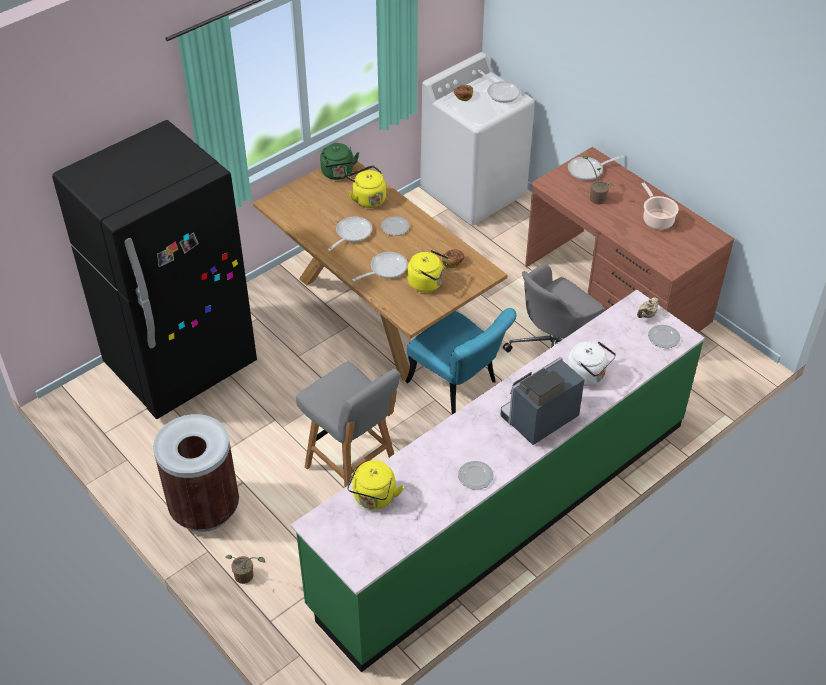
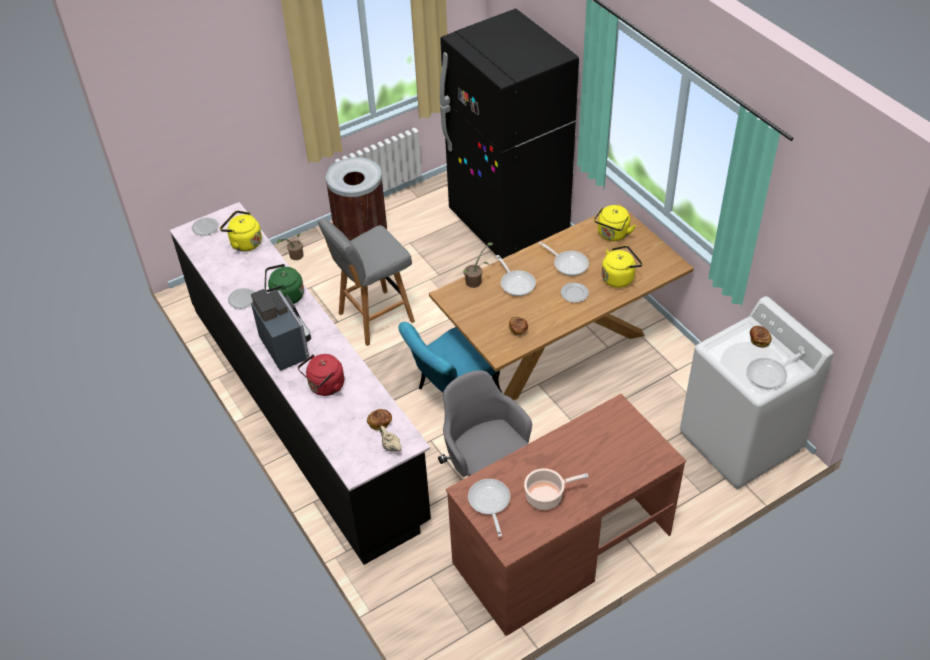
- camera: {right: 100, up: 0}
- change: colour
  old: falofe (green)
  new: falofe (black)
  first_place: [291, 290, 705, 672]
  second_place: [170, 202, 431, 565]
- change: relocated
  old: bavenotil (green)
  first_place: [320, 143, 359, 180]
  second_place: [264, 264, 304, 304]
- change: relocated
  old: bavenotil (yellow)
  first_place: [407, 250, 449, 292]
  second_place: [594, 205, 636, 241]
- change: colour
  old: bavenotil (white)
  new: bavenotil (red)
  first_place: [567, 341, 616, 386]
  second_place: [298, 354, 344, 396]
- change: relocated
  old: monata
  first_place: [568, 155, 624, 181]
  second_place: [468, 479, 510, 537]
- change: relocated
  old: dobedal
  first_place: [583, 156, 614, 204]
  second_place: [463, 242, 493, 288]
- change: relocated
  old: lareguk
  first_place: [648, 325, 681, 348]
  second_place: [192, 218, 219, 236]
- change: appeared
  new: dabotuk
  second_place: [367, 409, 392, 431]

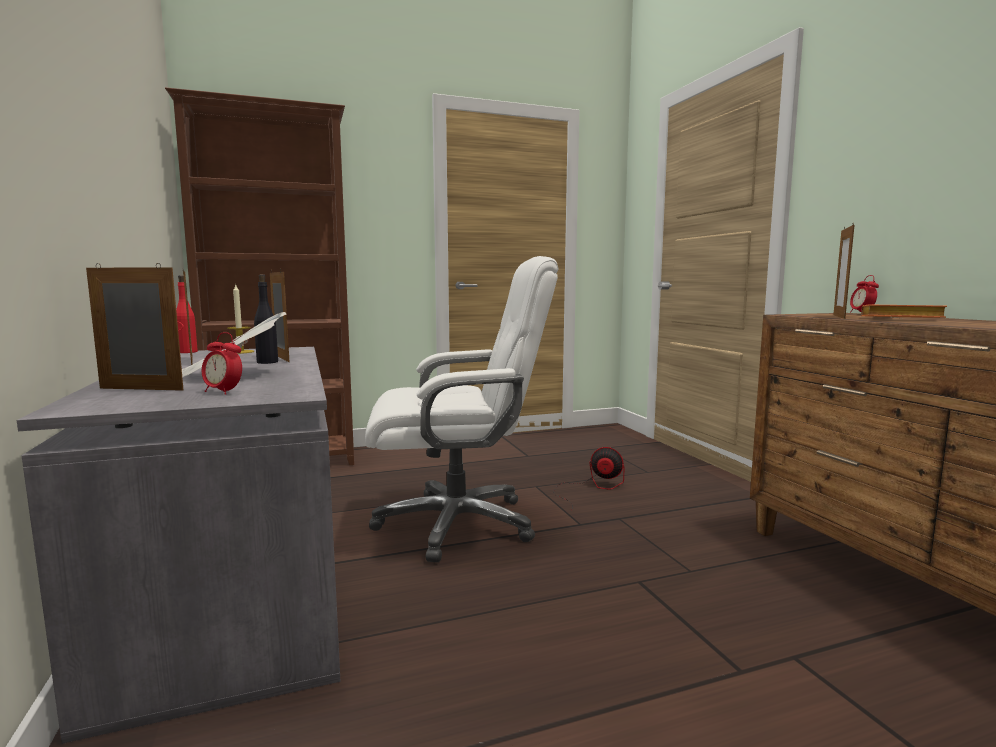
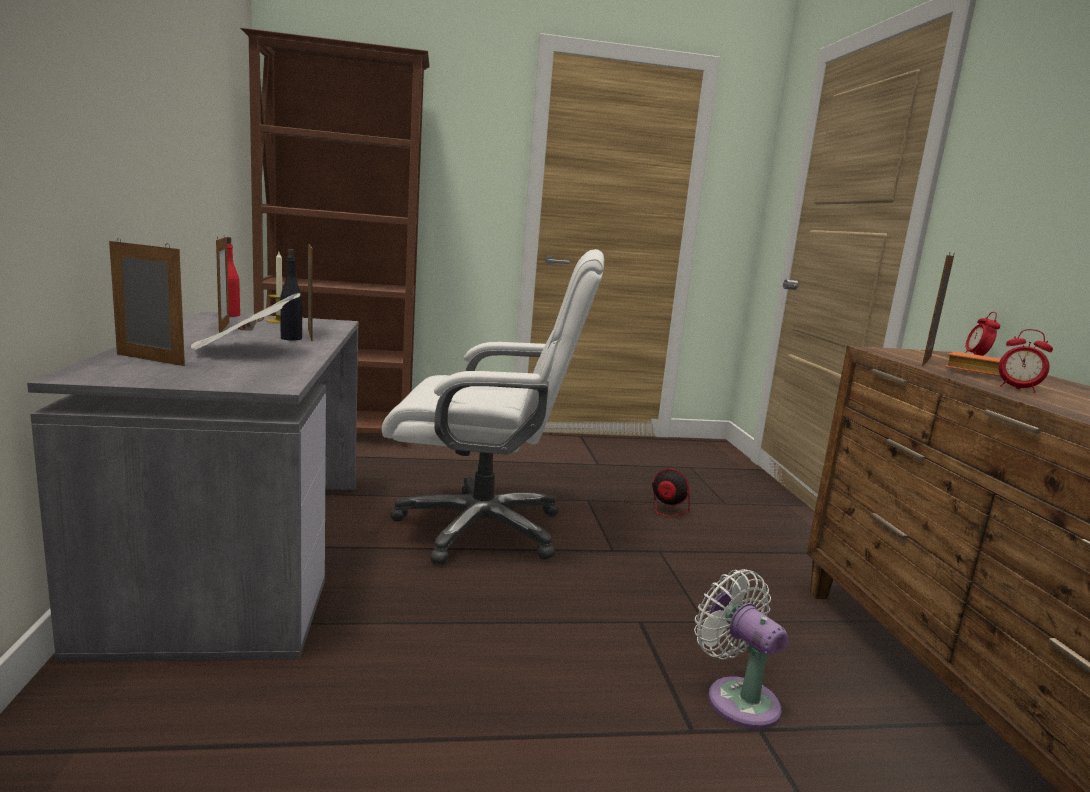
- camera: {right: 10, up: 5}
- change: relocated
  old: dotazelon
  first_place: [202, 332, 242, 395]
  second_place: [998, 329, 1053, 393]
- change: appeared
  new: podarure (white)
  second_place: [694, 569, 788, 729]

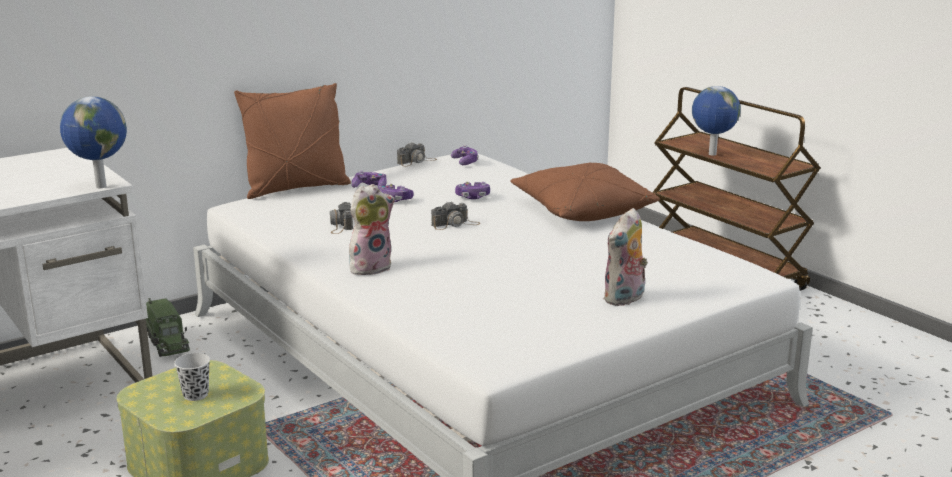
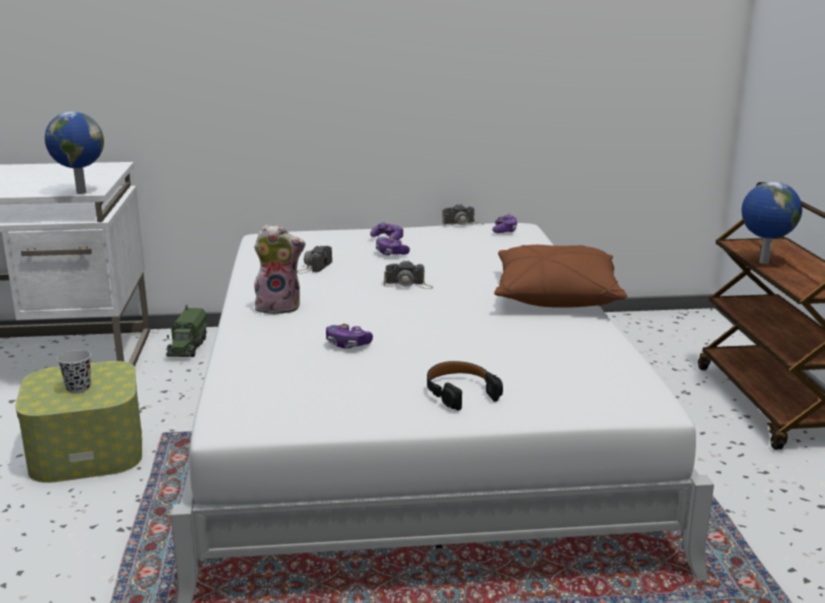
- camera: {right: 30, up: 0}
- change: missing
  old: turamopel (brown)
  first_place: [234, 83, 351, 199]
- change: relocated
  old: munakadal
  first_place: [455, 182, 490, 199]
  second_place: [326, 323, 373, 348]
- change: exchanged
  old: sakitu
  new: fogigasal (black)
  first_place: [603, 208, 648, 306]
  second_place: [427, 361, 503, 411]

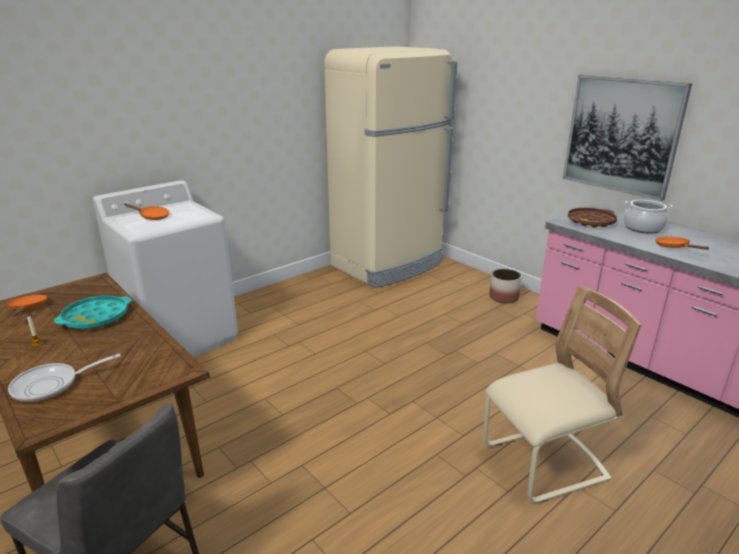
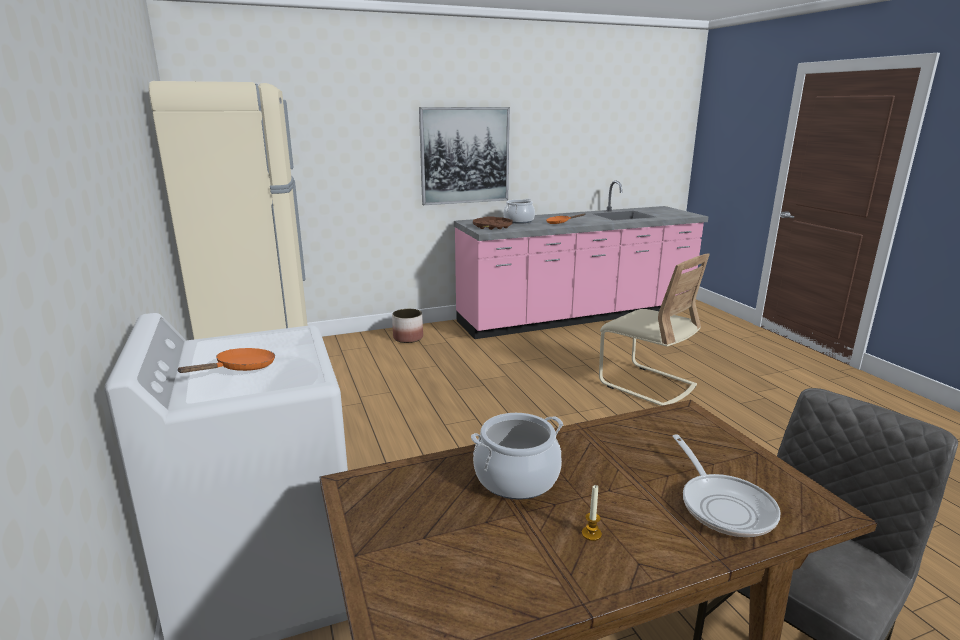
- camera: {right: -70, up: -5}
- change: missing
  old: monata (orange)
  first_place: [7, 295, 48, 316]
- change: exchanged
  old: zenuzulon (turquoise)
  new: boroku
  first_place: [54, 295, 132, 330]
  second_place: [471, 413, 563, 500]
- change: spun
  old: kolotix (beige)
  first_place: [483, 286, 641, 503]
  second_place: [599, 253, 710, 406]
  degrees: 135

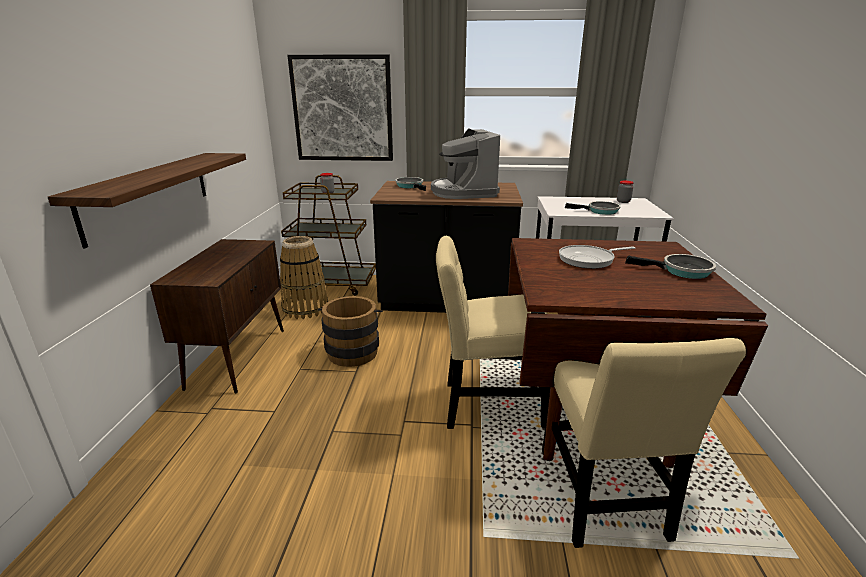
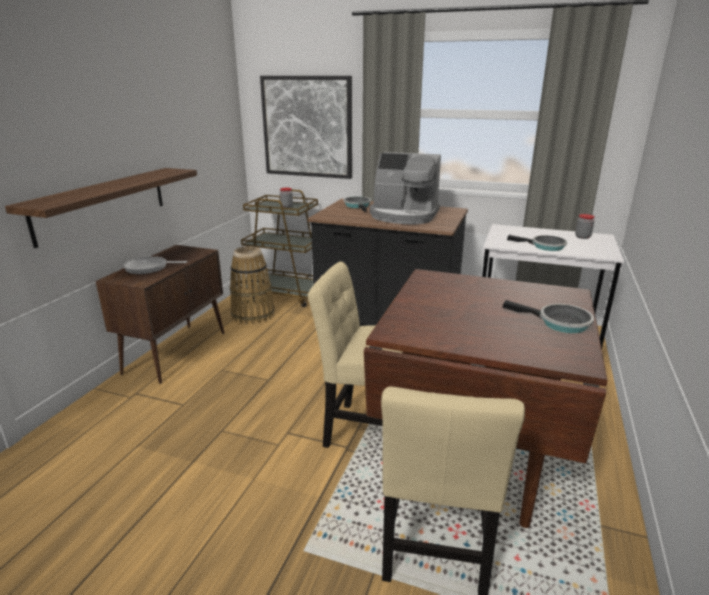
- camera: {right: 15, up: 0}
- change: missing
  old: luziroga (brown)
  first_place: [318, 296, 383, 367]
- change: spun
  old: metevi
  first_place: [431, 129, 500, 199]
  second_place: [370, 152, 441, 225]
  degrees: -75
- change: relocated
  old: monata
  first_place: [559, 245, 635, 269]
  second_place: [124, 256, 187, 274]

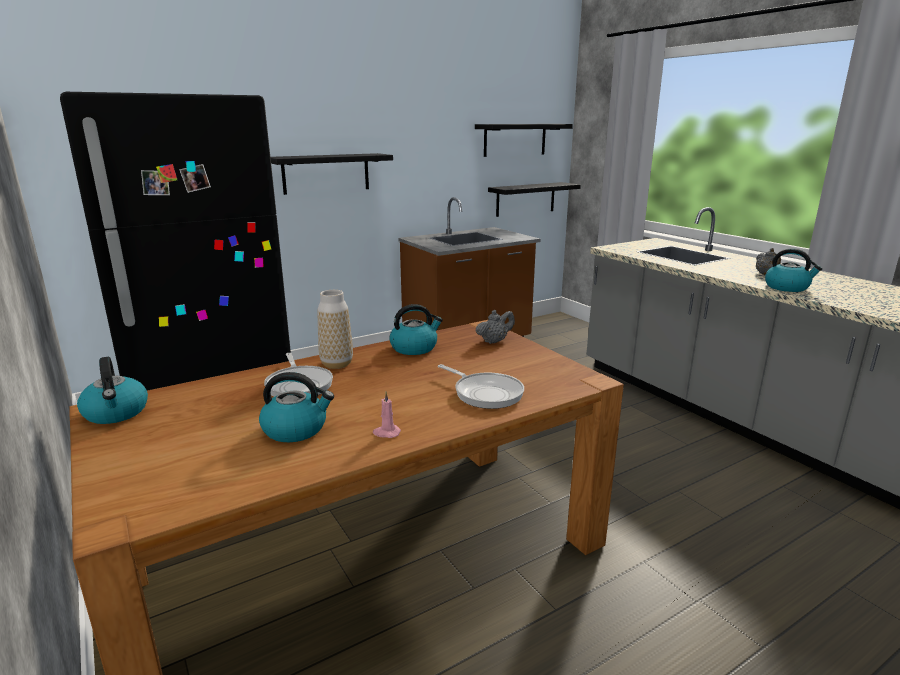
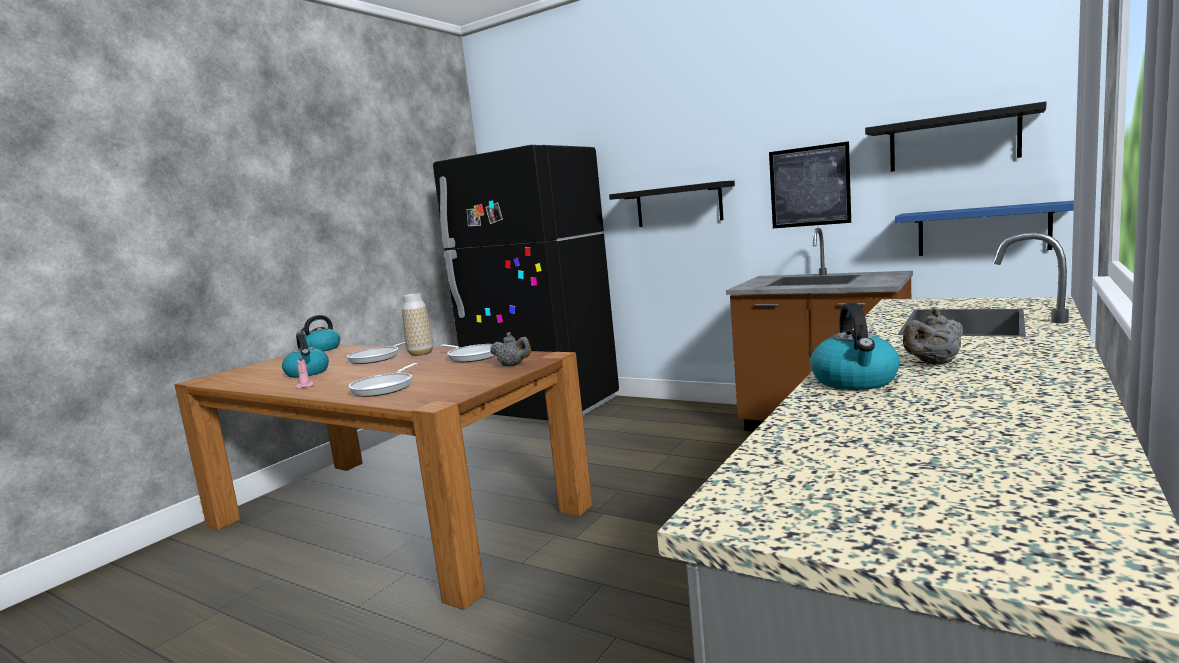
- camera: {right: 65, up: -10}
- change: exchanged
  old: bavenotil
  new: monata
  first_place: [389, 304, 443, 355]
  second_place: [440, 344, 496, 362]
- change: colour
  old: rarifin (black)
  new: rarifin (blue)
  first_place: [488, 182, 581, 217]
  second_place: [895, 201, 1074, 256]
- change: appeared
  new: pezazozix
  second_place: [769, 141, 851, 228]

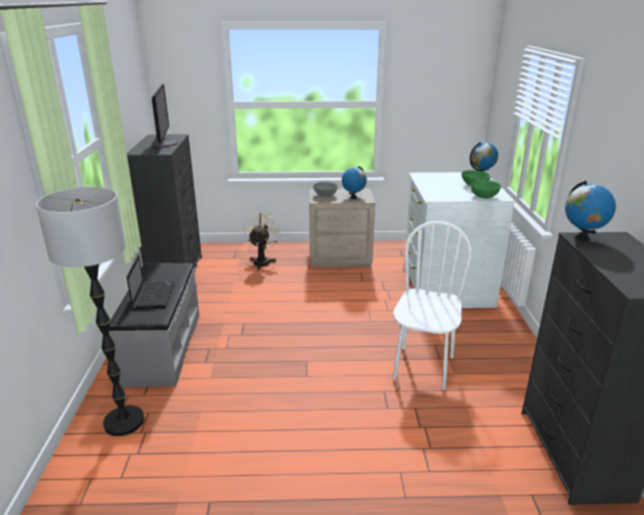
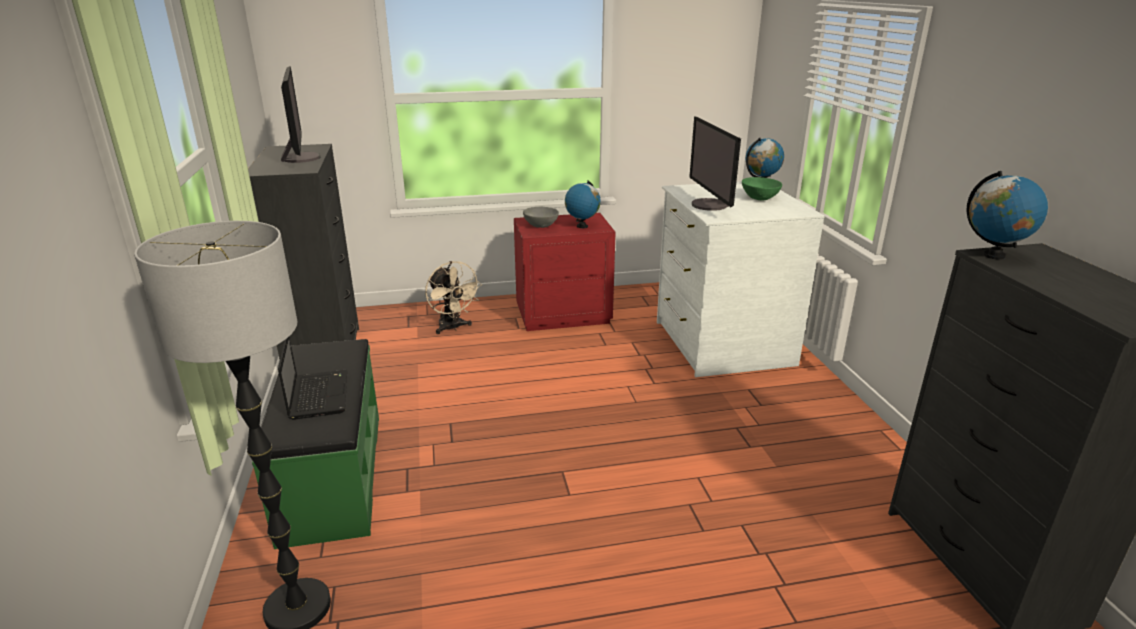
- camera: {right: -10, up: 0}
- change: colour
  old: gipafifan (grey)
  new: gipafifan (green)
  first_place: [109, 263, 200, 387]
  second_place: [252, 339, 379, 549]
- change: spun
  old: podarure (beige)
  first_place: [244, 211, 282, 270]
  second_place: [425, 261, 482, 334]
  degrees: 150
- change: colour
  old: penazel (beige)
  new: penazel (red)
  first_place: [309, 188, 375, 268]
  second_place: [514, 213, 616, 331]
- change: missing
  old: kolotix (white)
  first_place: [393, 221, 472, 390]
- change: missing
  old: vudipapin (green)
  first_place: [470, 180, 501, 199]
- change: appeared
  new: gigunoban
  second_place: [689, 116, 741, 211]

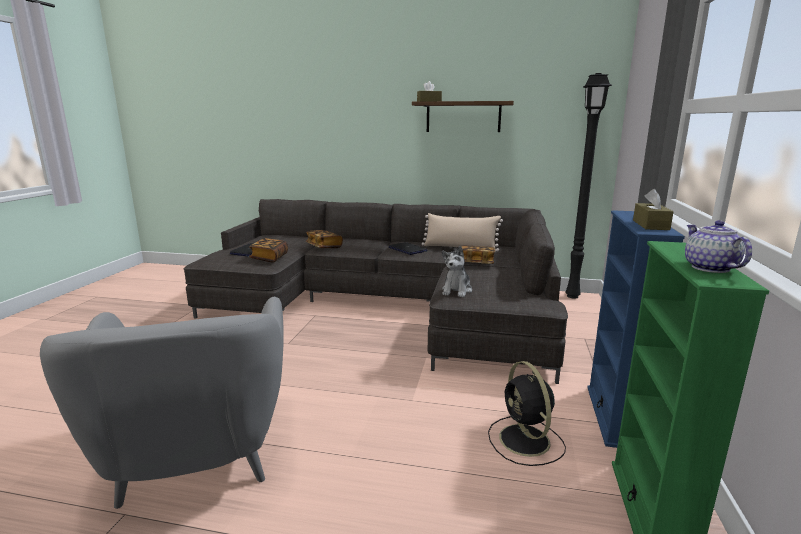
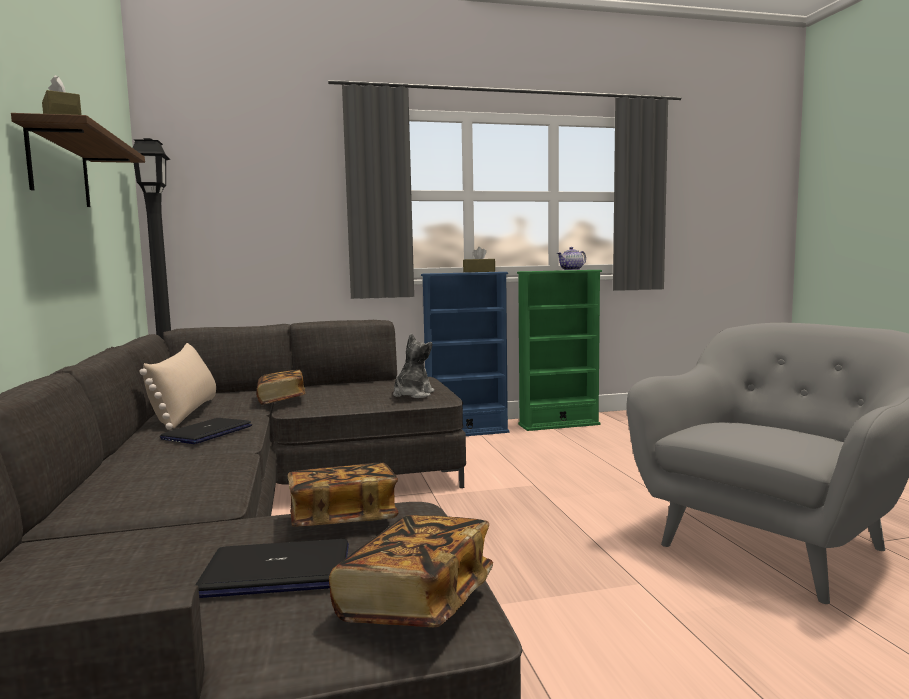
- camera: {right: -115, up: -10}
- change: relocated
  old: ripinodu
  first_place: [306, 230, 343, 248]
  second_place: [329, 515, 493, 627]
- change: spun
  old: sakitu
  first_place: [442, 246, 472, 297]
  second_place: [393, 333, 434, 398]
  degrees: -60
- change: missing
  old: podarure (black)
  first_place: [488, 361, 566, 466]

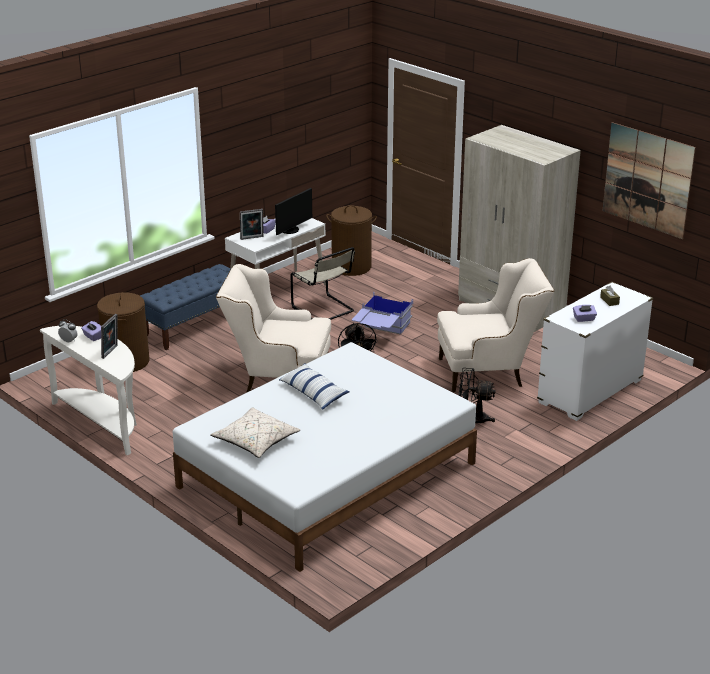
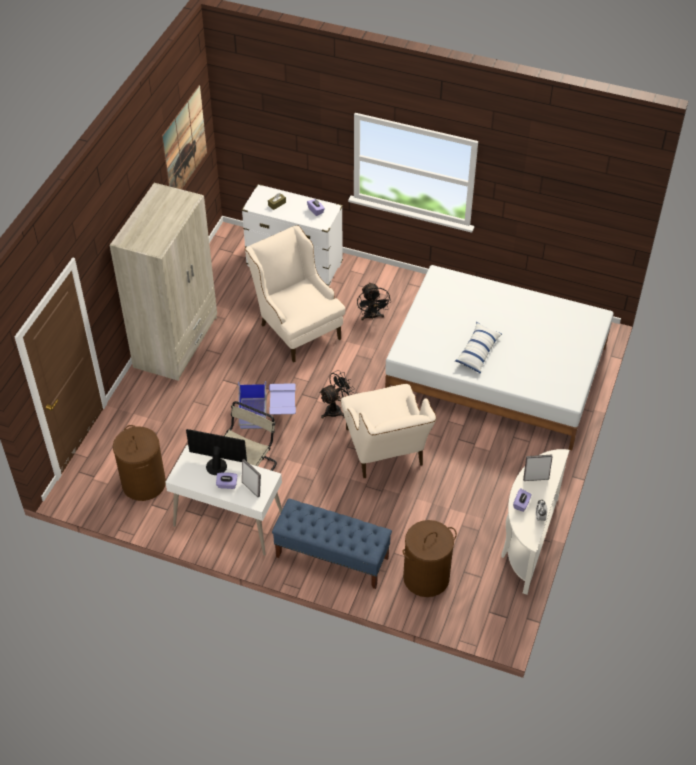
- camera: {right: -115, up: 20}
- change: missing
  old: turamopel (beige)
  first_place: [210, 407, 300, 458]

